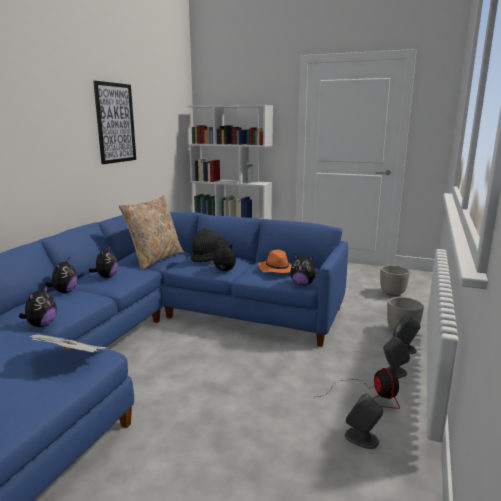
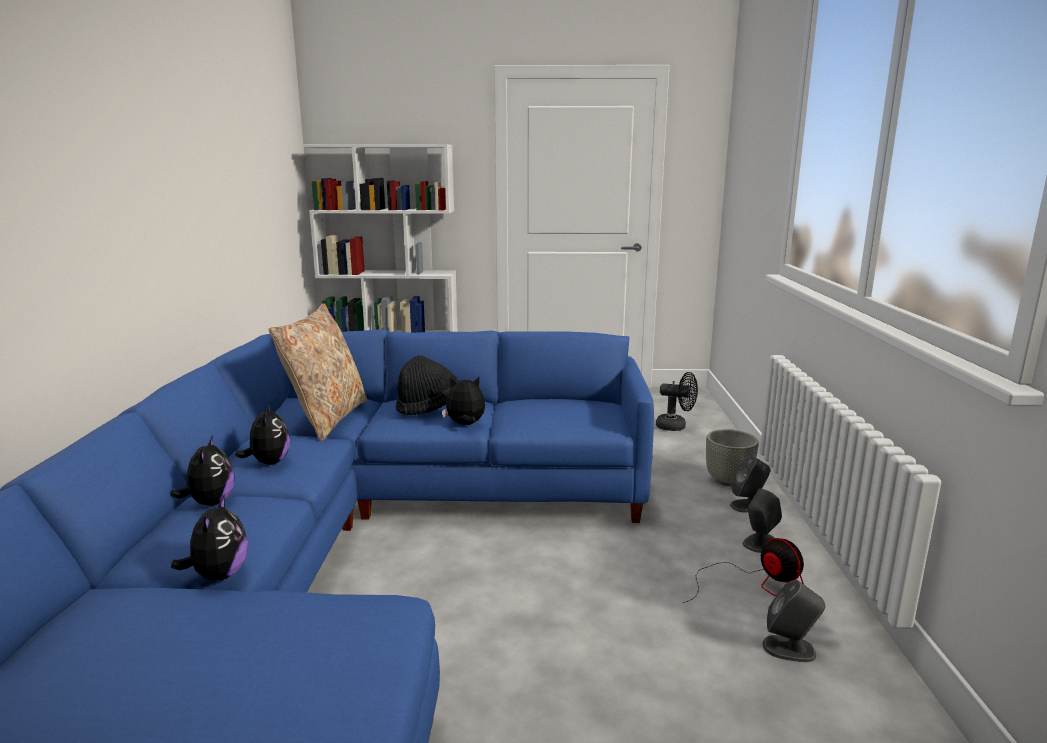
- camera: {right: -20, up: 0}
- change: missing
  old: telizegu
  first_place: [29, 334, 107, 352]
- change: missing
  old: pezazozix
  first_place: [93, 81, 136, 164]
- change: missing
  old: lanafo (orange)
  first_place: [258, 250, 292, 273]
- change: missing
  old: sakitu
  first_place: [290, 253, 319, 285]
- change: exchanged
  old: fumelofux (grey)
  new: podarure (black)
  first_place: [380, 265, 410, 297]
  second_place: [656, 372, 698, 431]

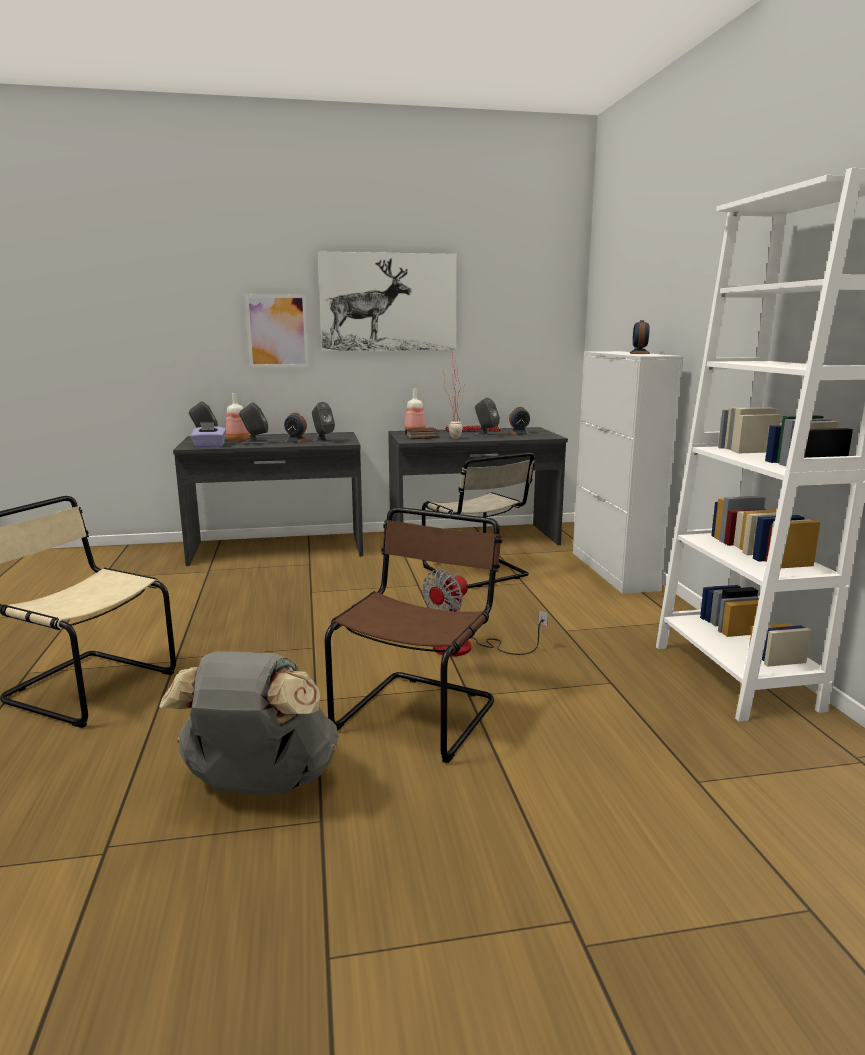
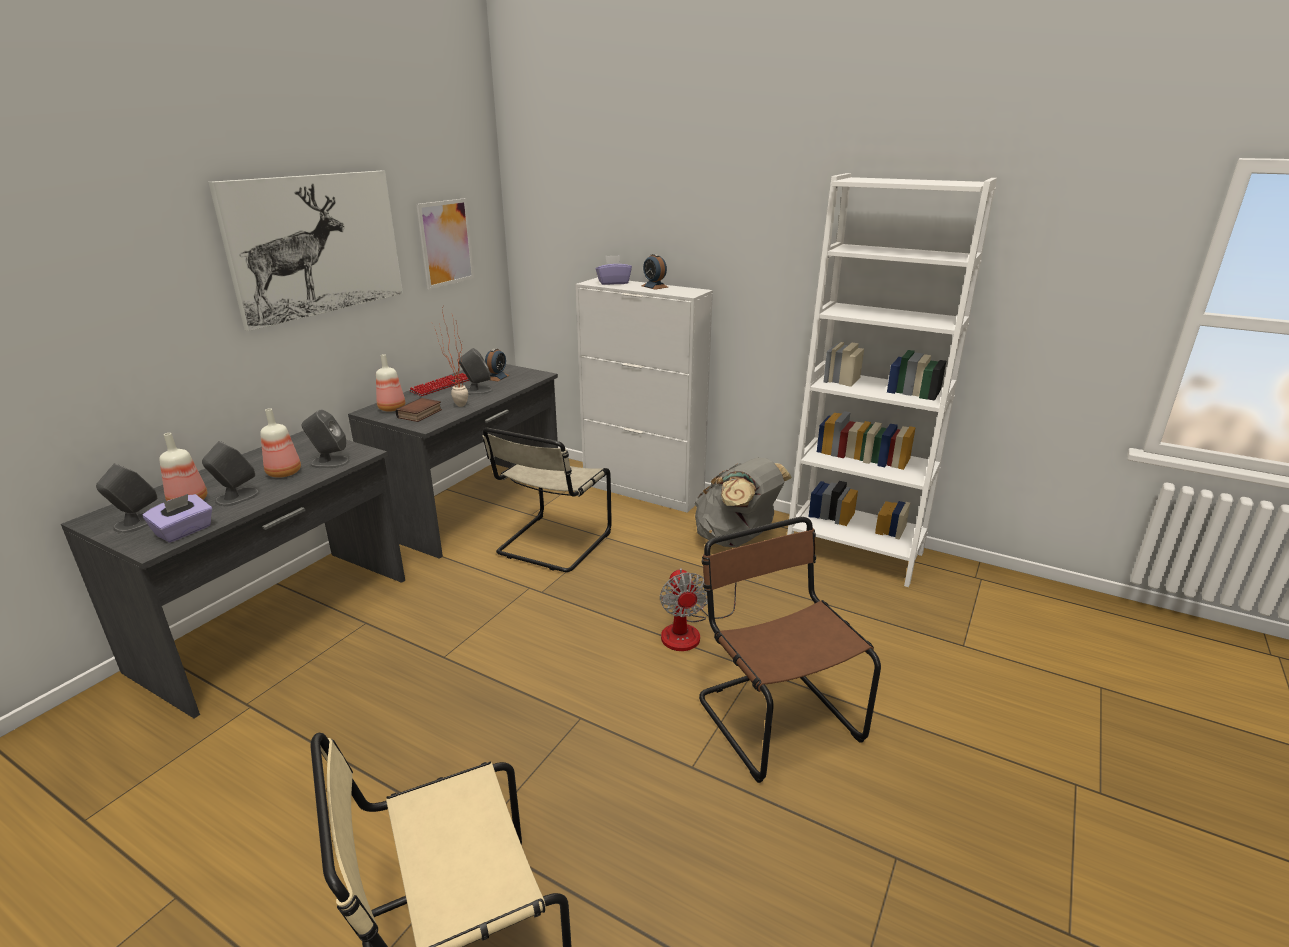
- camera: {right: -50, up: 10}
- change: relocated
  old: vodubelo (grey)
  first_place: [159, 651, 339, 795]
  second_place: [695, 458, 792, 547]
- change: relocated
  old: pezazozix
  first_place: [245, 294, 309, 368]
  second_place: [416, 198, 475, 289]
- change: exchanged
  old: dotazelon
  new: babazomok
  first_place: [284, 413, 309, 443]
  second_place: [260, 408, 301, 478]
- change: spun
  old: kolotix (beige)
  first_place: [422, 452, 535, 588]
  second_place: [482, 428, 612, 572]
  degrees: 105
- change: appeared
  new: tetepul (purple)
  second_place: [596, 255, 632, 285]

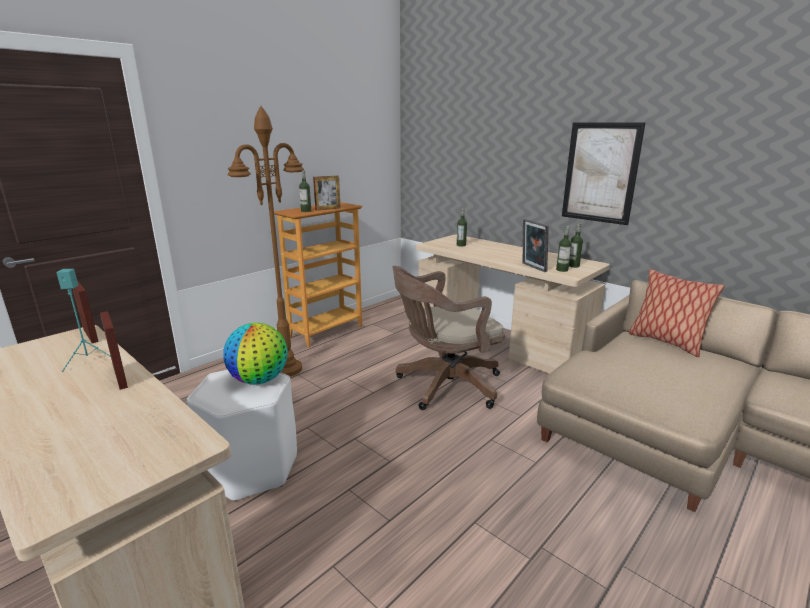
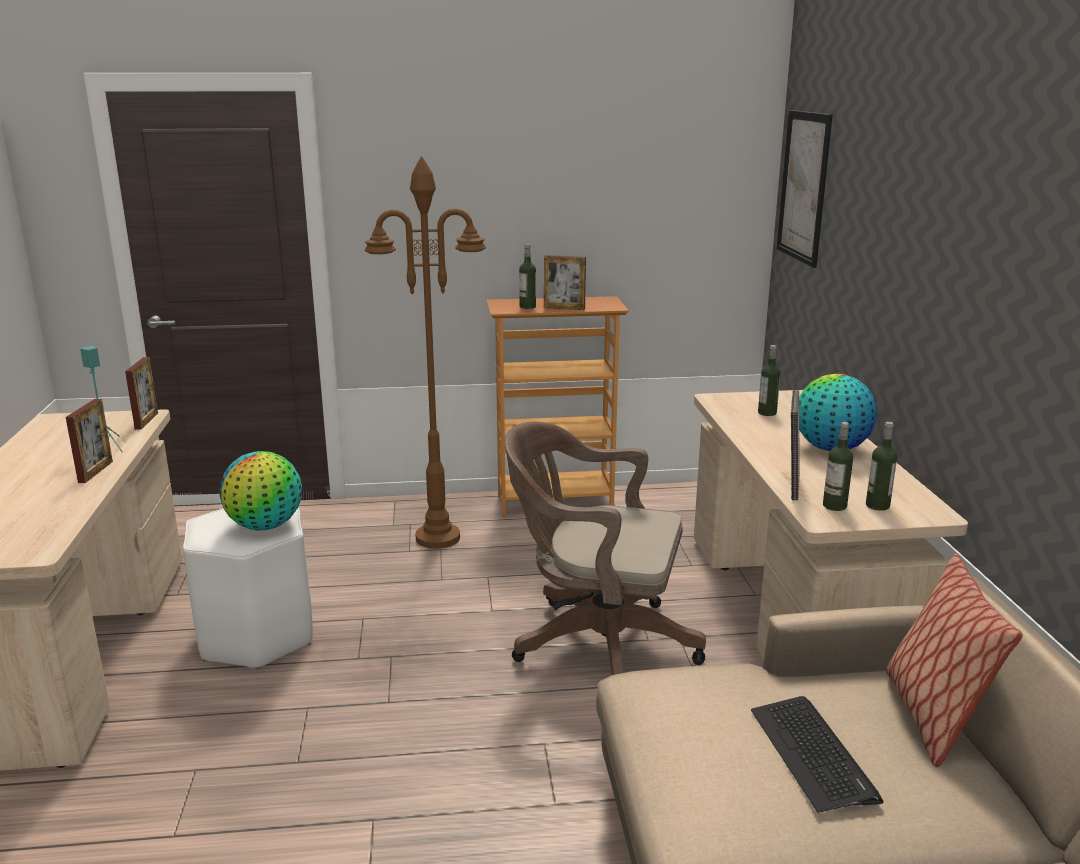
- camera: {right: 40, up: 0}
- change: relocated
  old: pezazozix
  first_place: [562, 122, 646, 225]
  second_place: [776, 110, 833, 268]
- change: appeared
  new: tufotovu
  second_place: [751, 696, 883, 813]
- change: appeared
  new: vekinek
  second_place: [799, 374, 877, 451]

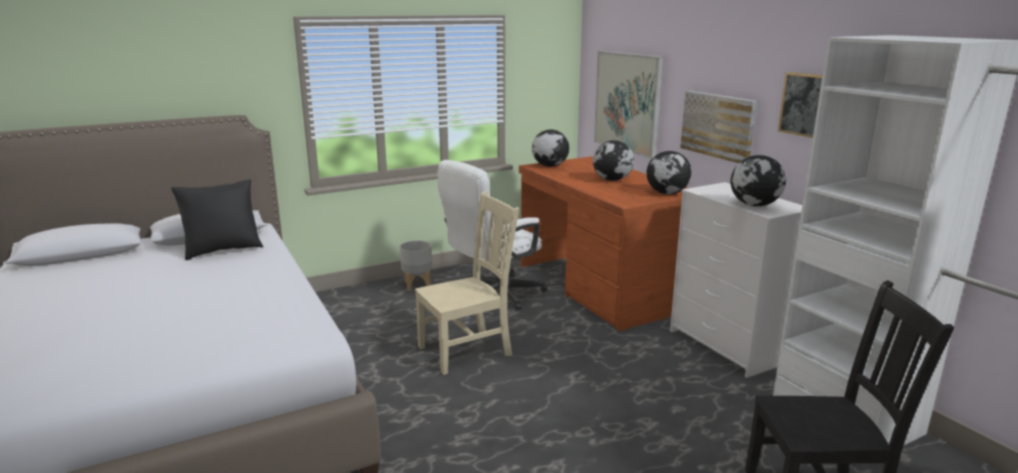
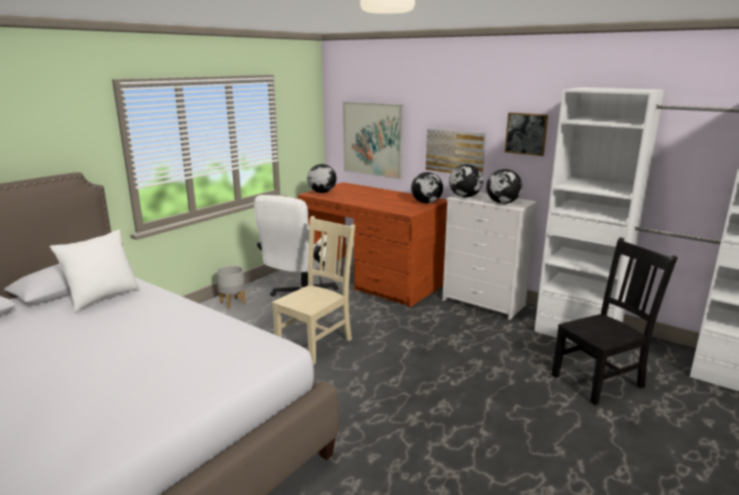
- camera: {right: -25, up: 0}
- change: colour
  old: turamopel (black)
  new: turamopel (white)
  first_place: [171, 179, 263, 260]
  second_place: [49, 230, 141, 313]
- change: relocated
  old: vekinek
  first_place: [593, 140, 634, 181]
  second_place: [449, 164, 483, 197]

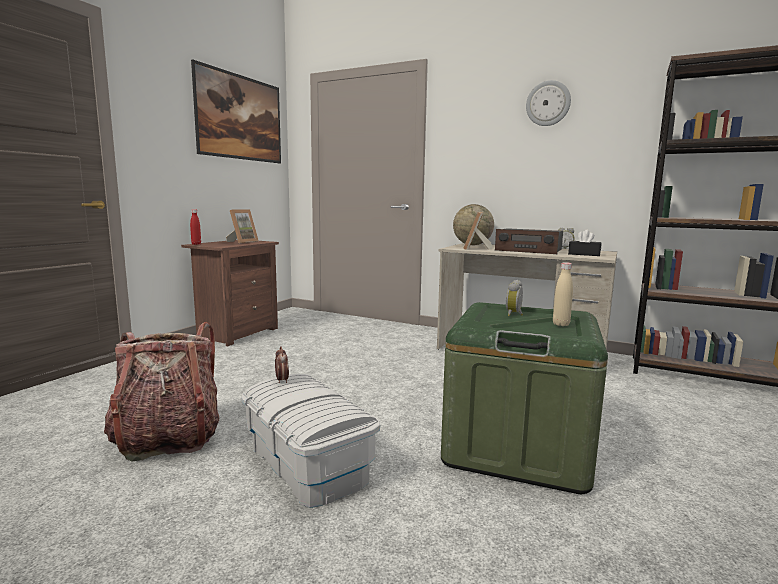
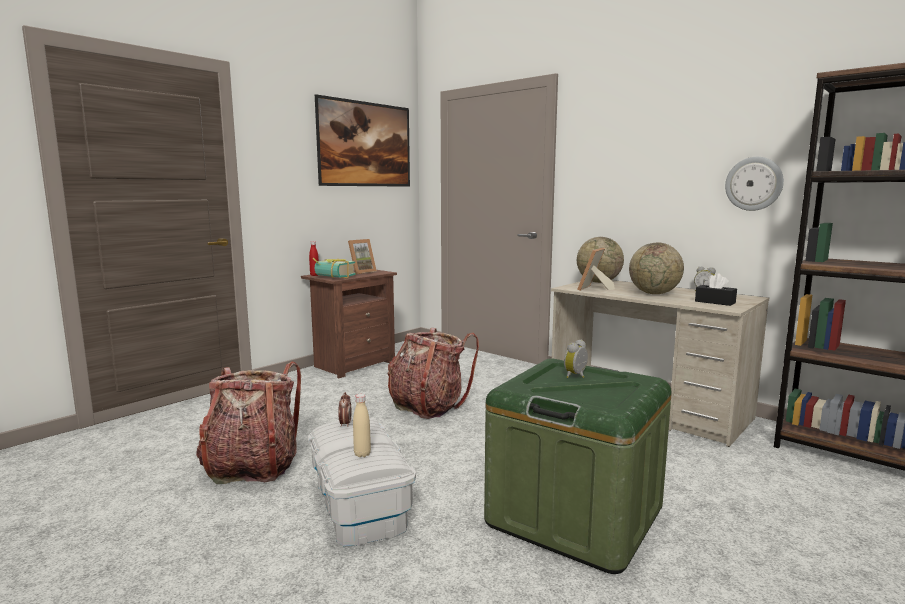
- camera: {right: 15, up: 0}
- change: exchanged
  old: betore
  new: vekinek
  first_place: [495, 228, 563, 254]
  second_place: [629, 242, 684, 294]
- change: relocated
  old: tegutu
  first_place: [526, 80, 571, 126]
  second_place: [725, 157, 784, 211]
- change: relocated
  old: babazomok (beige)
  first_place: [553, 262, 573, 326]
  second_place: [353, 394, 371, 457]
- change: appeared
  new: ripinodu
  second_place: [313, 258, 356, 278]
- change: appeared
  new: vodubelo
  second_place: [387, 328, 479, 419]

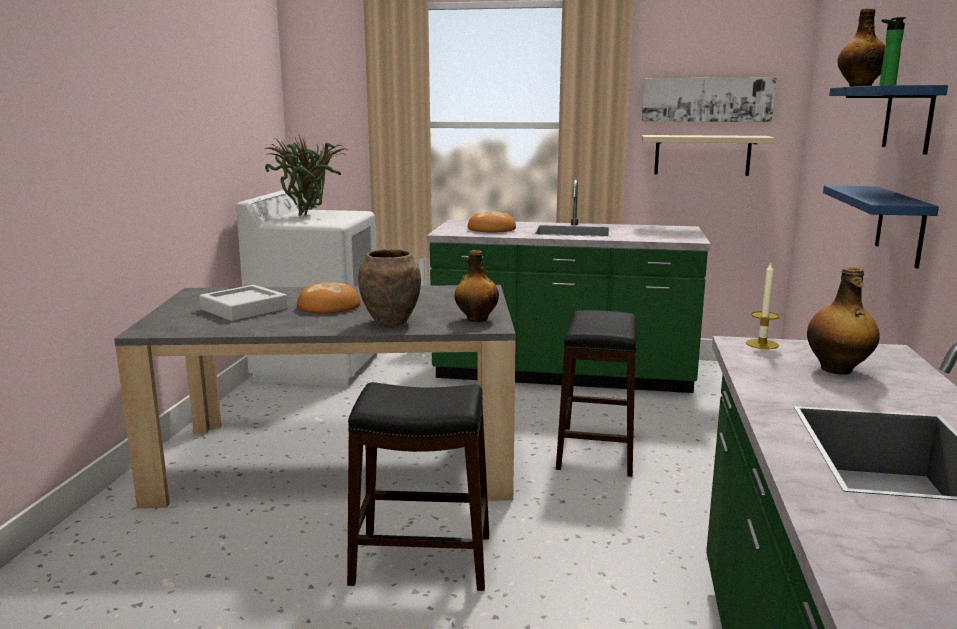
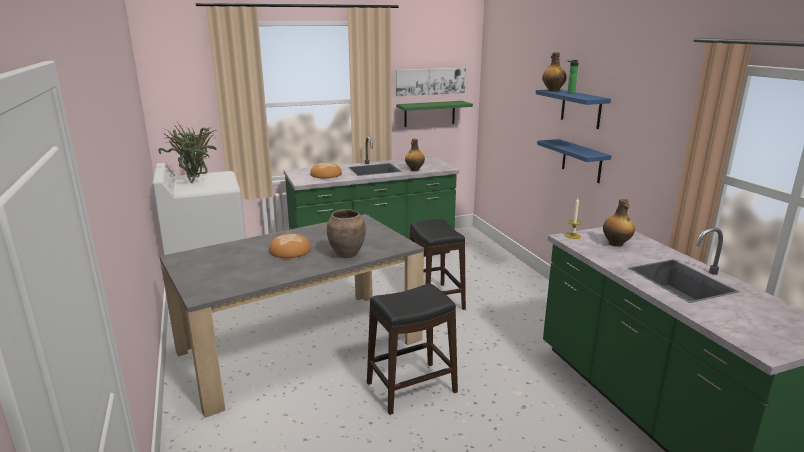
- camera: {right: -30, up: 5}
- change: missing
  old: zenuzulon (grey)
  first_place: [199, 285, 288, 321]
- change: relocated
  old: babazomok
  first_place: [455, 250, 499, 322]
  second_place: [405, 139, 425, 171]
- change: colour
  old: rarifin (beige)
  new: rarifin (green)
  first_place: [642, 135, 776, 176]
  second_place: [396, 101, 473, 127]

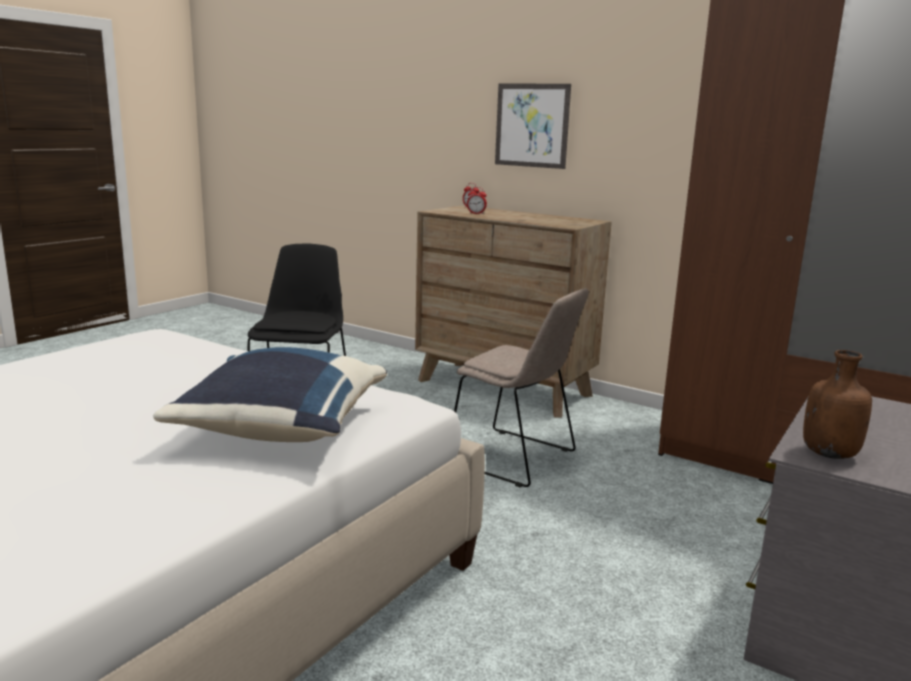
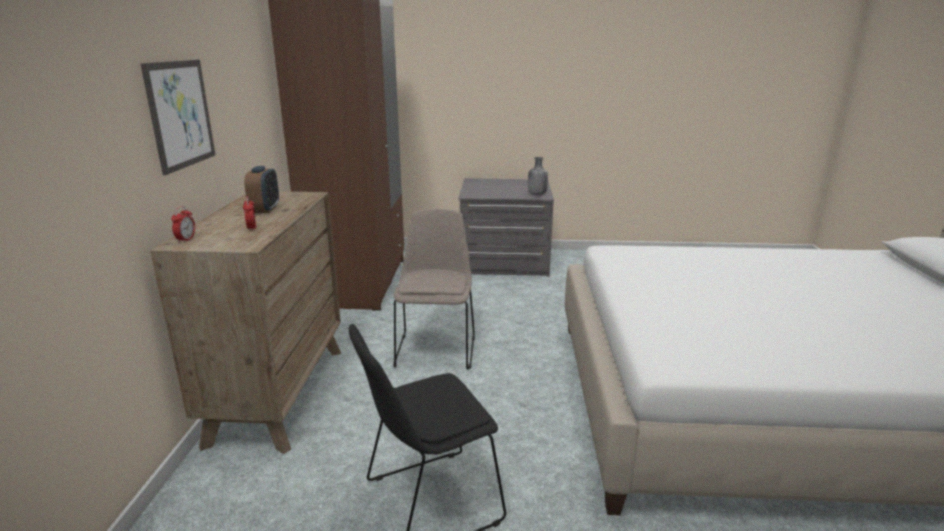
- camera: {right: -120, up: 5}
- change: missing
  old: turamopel (blue)
  first_place: [153, 347, 387, 442]
- change: colour
  old: babazomok (brown)
  new: babazomok (grey)
  first_place: [803, 350, 872, 459]
  second_place: [528, 157, 548, 195]
- change: appeared
  new: dotazelon
  second_place: [244, 166, 279, 213]

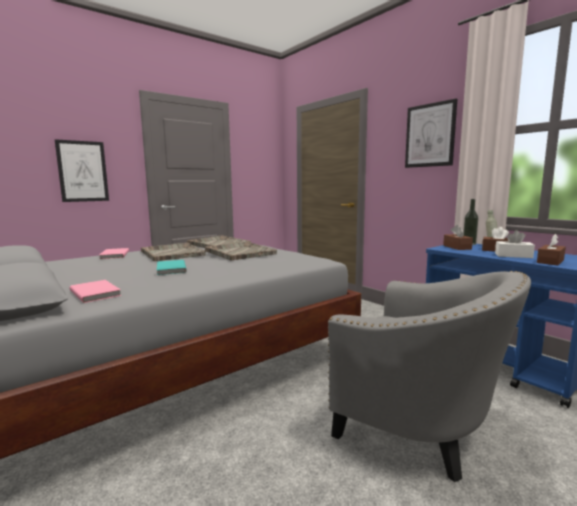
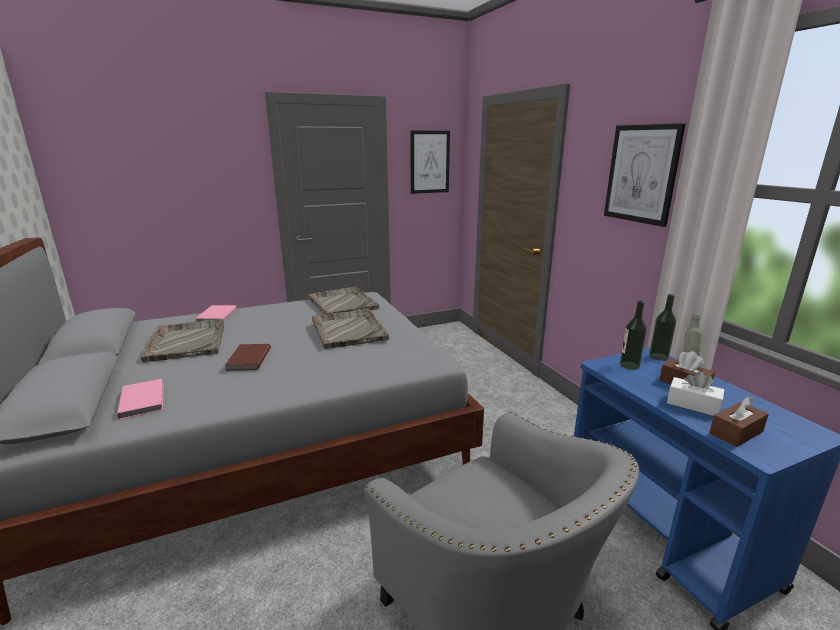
- camera: {right: 15, up: 10}
- change: relocated
  old: pezazozix
  first_place: [55, 139, 109, 202]
  second_place: [410, 131, 450, 194]
- change: relocated
  old: zenuzulon (grey)
  first_place: [141, 243, 206, 261]
  second_place: [141, 319, 224, 362]
- change: colour
  old: ripinodu (turquoise)
  new: ripinodu (brown)
  first_place: [157, 260, 187, 275]
  second_place: [224, 344, 271, 371]
- change: exchanged
  old: tetepul (brown)
  new: babazomok
  first_place: [443, 225, 473, 250]
  second_place: [620, 301, 647, 370]

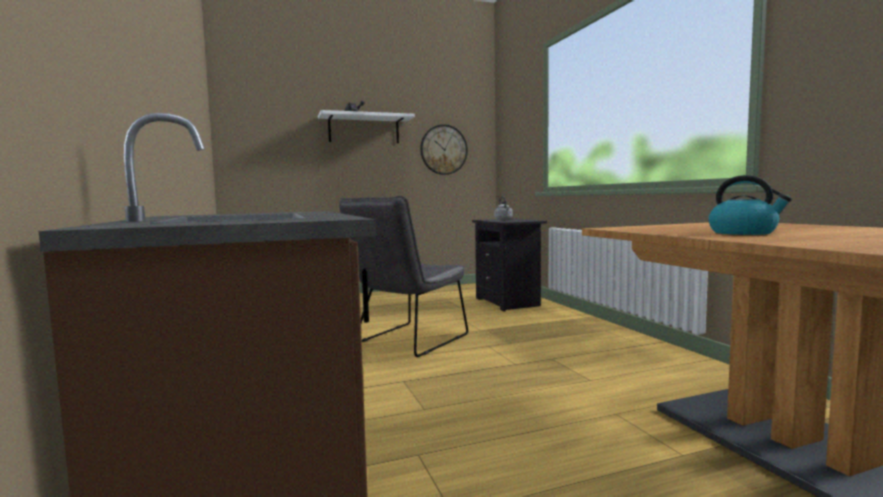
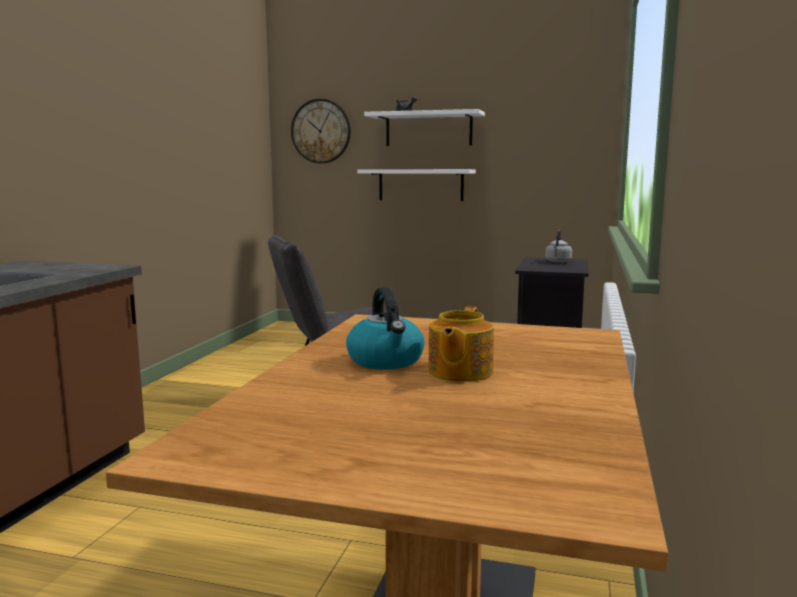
- camera: {right: 35, up: 5}
- change: relocated
  old: tegutu
  first_place: [420, 124, 468, 175]
  second_place: [291, 99, 351, 163]
- change: appeared
  new: rarifin (white)
  second_place: [357, 169, 476, 201]
- change: appeared
  new: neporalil
  second_place: [428, 306, 494, 382]

